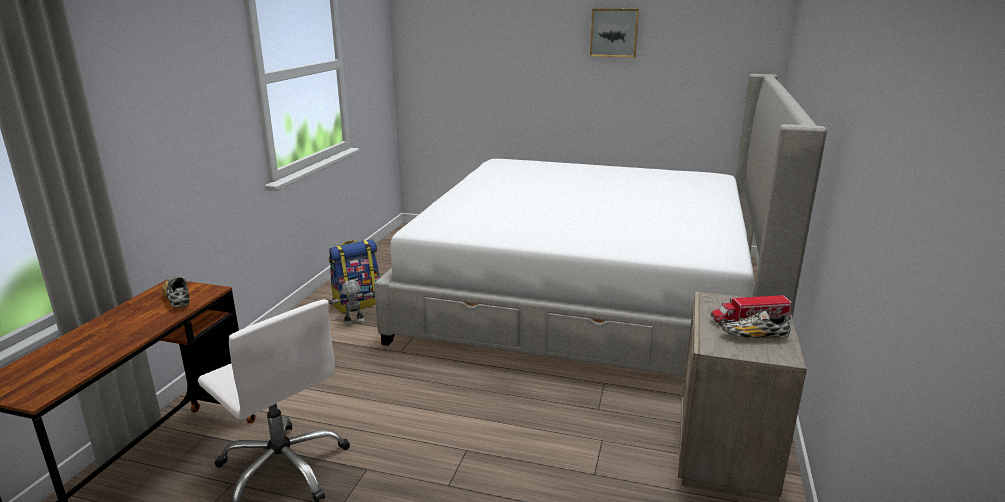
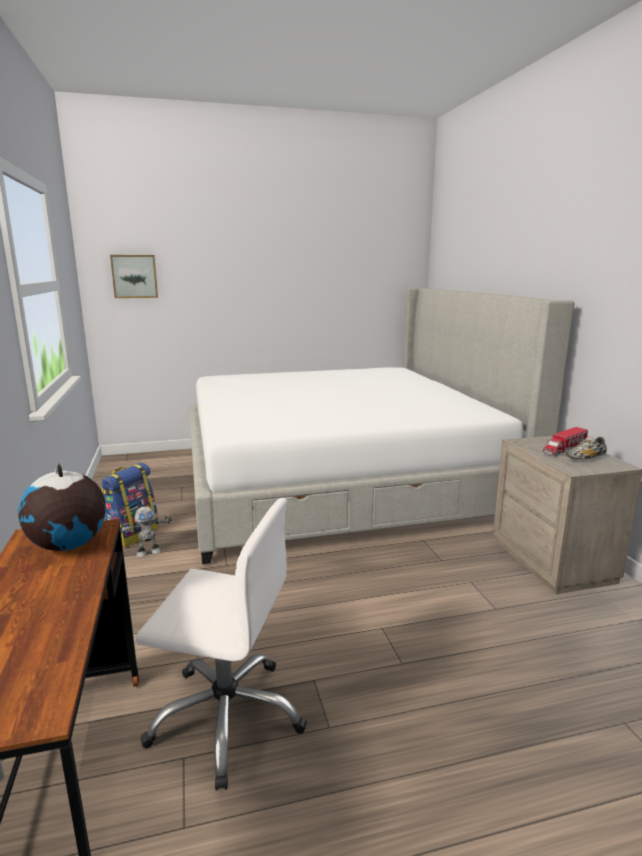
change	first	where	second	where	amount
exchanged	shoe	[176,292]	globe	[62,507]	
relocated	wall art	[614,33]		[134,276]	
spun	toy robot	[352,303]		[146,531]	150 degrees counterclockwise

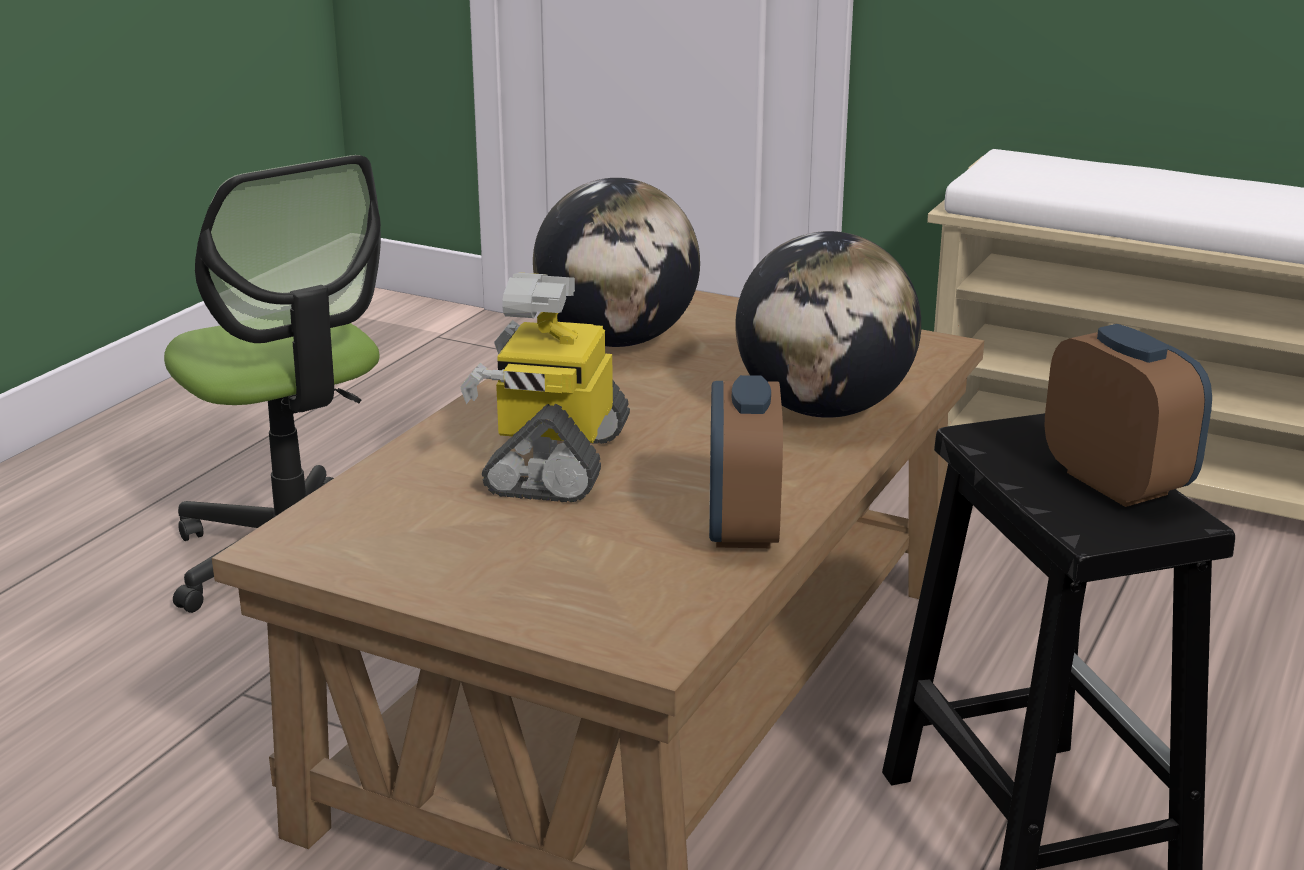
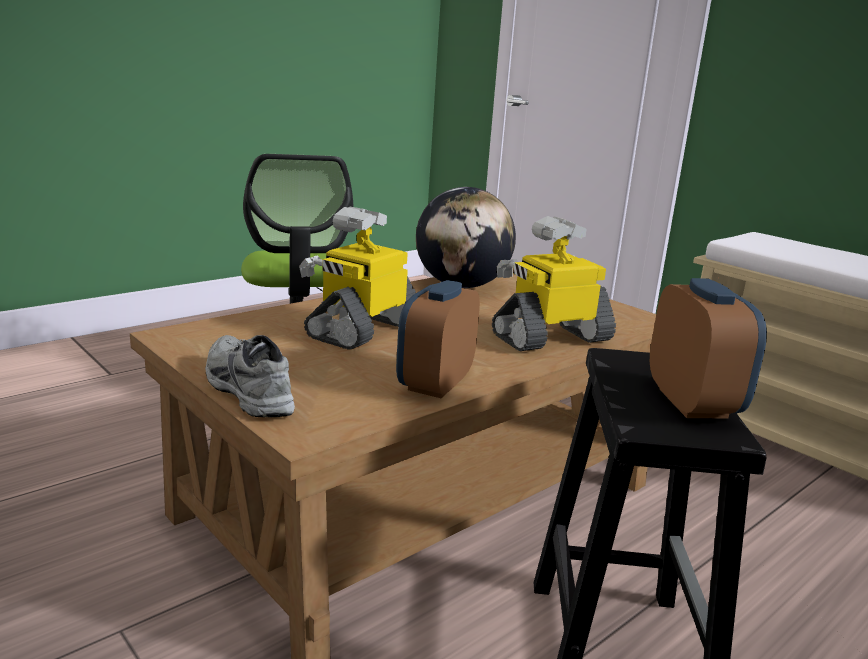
change	first	where	second	where	amount
appeared			shoe (gray)	[250,376]	
exchanged	globe	[828,324]	toy robot	[554,283]	

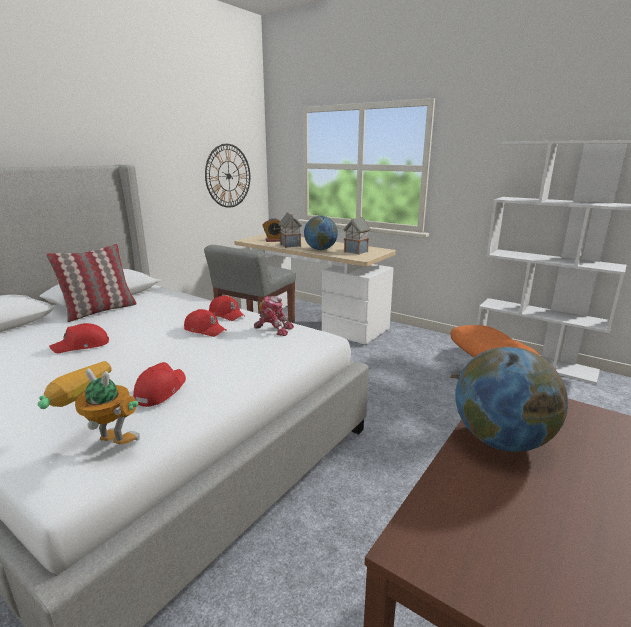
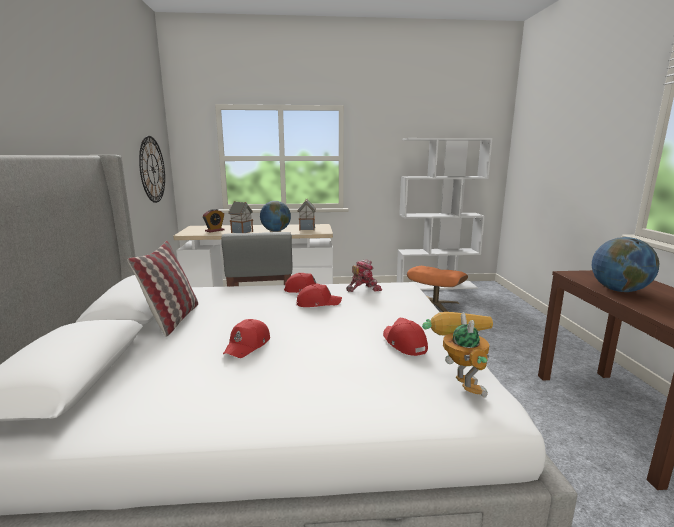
change	first	where	second	where	amount
spun	toy robot	[89,403]		[457,355]	105 degrees clockwise

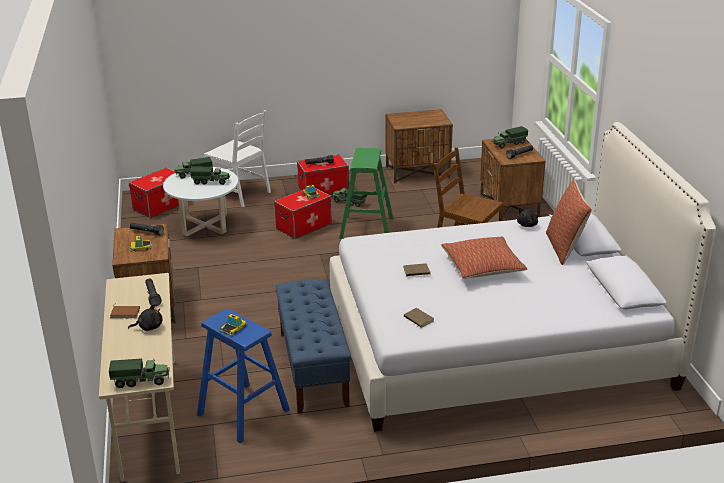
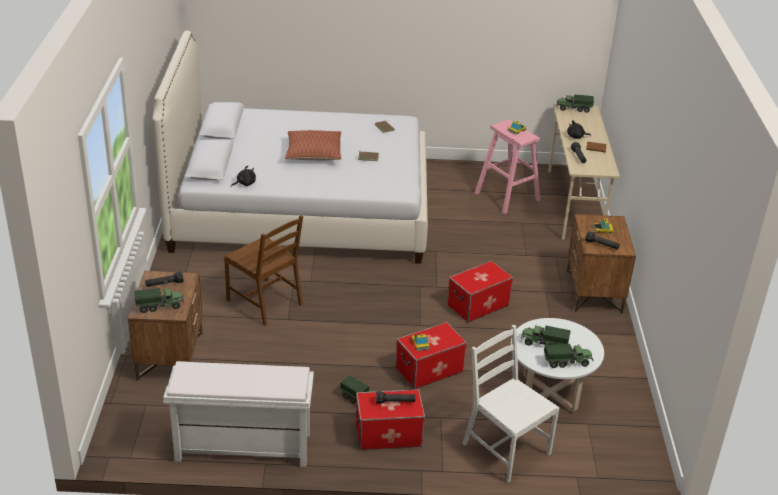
change	first	where	second	where	amount
exchanged	night table (brown)	[419,146]	long seat (whitish)	[238,414]	
relocated	storage bin	[153,193]		[480,291]	
colour	sitting stool (bluish)	[243,376]	sitting stool (pink)	[508,167]	
missing	long seat (bluish)	[313,346]			
missing	sitting stool (greenish)	[366,193]			
missing	pillow	[569,222]			

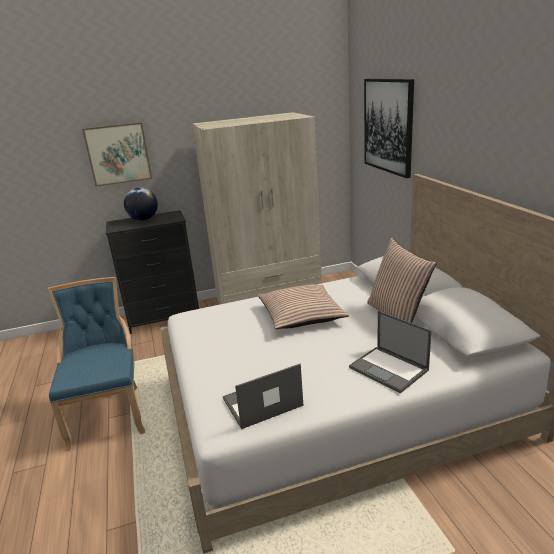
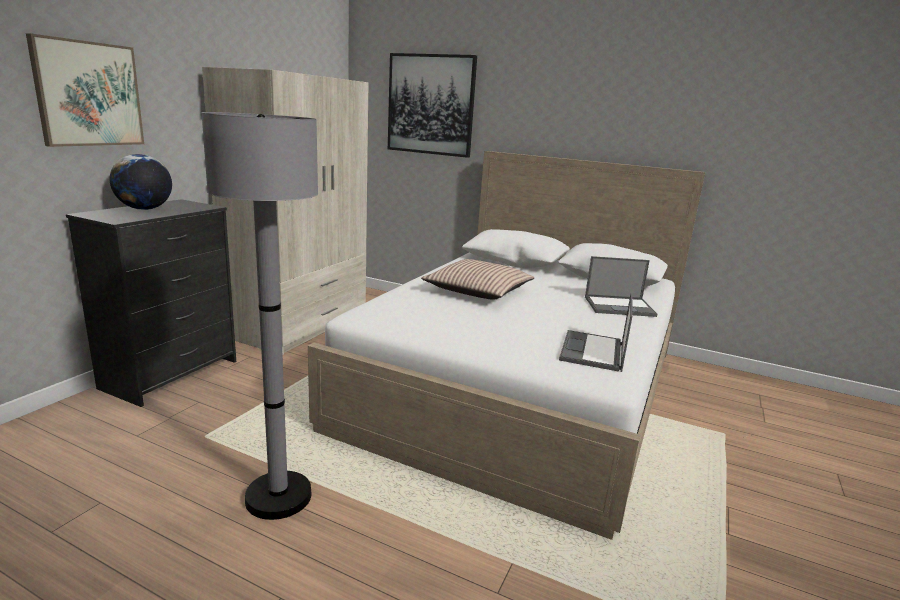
change	first	where	second	where	amount
exchanged	upright chair (bluish)	[96,364]	standing lamp (gray)	[259,316]	
missing	pillow	[402,280]			

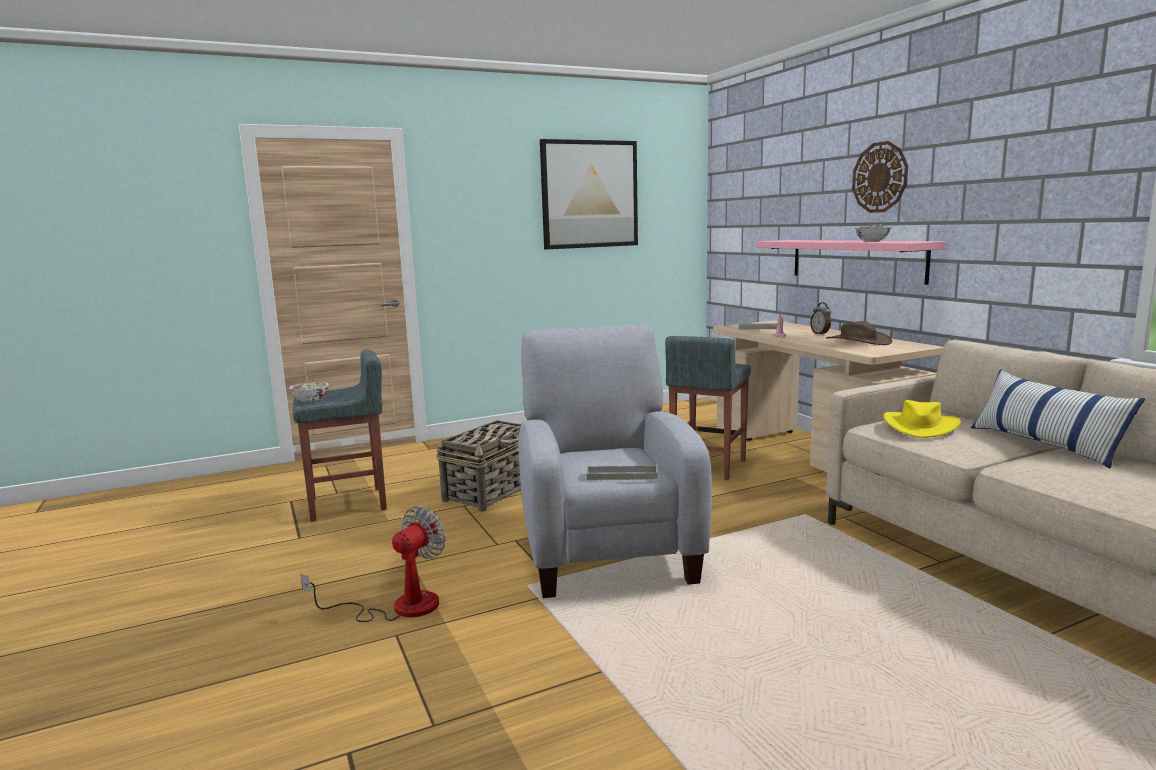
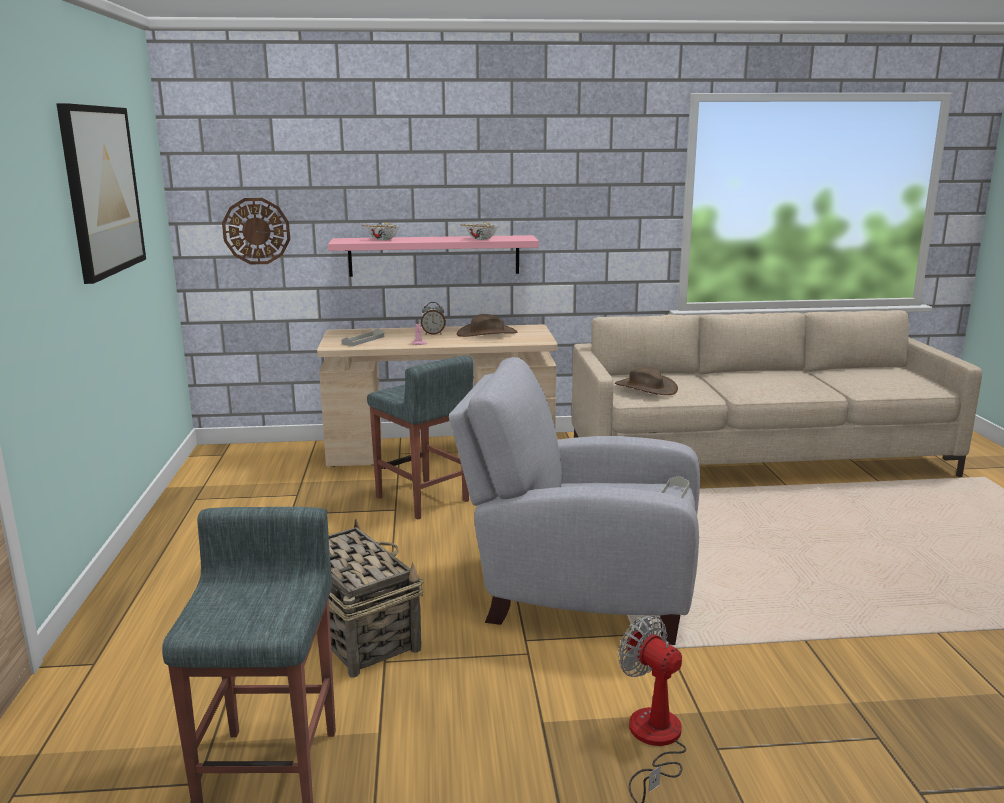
change	first	where	second	where	amount
relocated	hanging clock	[880,177]		[256,231]	
relocated	bowl	[309,391]		[380,231]	
colour	hat (yellow)	[922,419]	hat (brown)	[646,380]	
missing	pillow	[1058,419]			

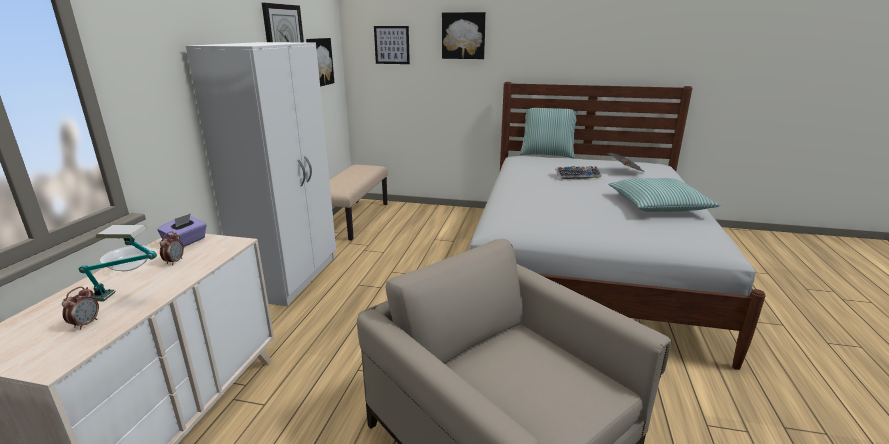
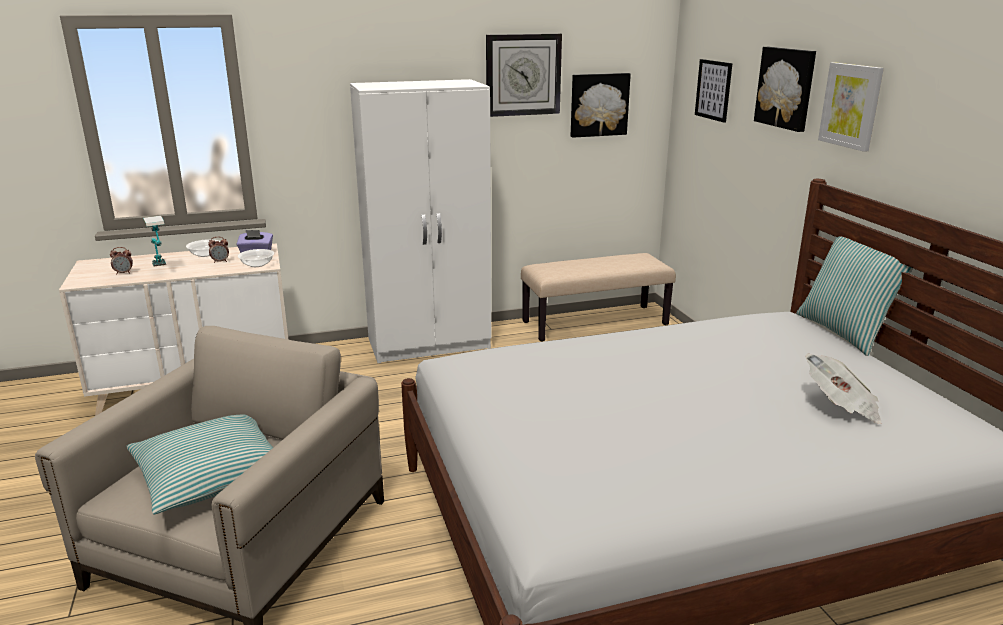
change	first	where	second	where	amount
relocated	pillow	[664,195]		[199,464]	
appeared			bowl	[256,258]	
appeared			wall art	[851,107]	
missing	PC keyboard	[578,173]			

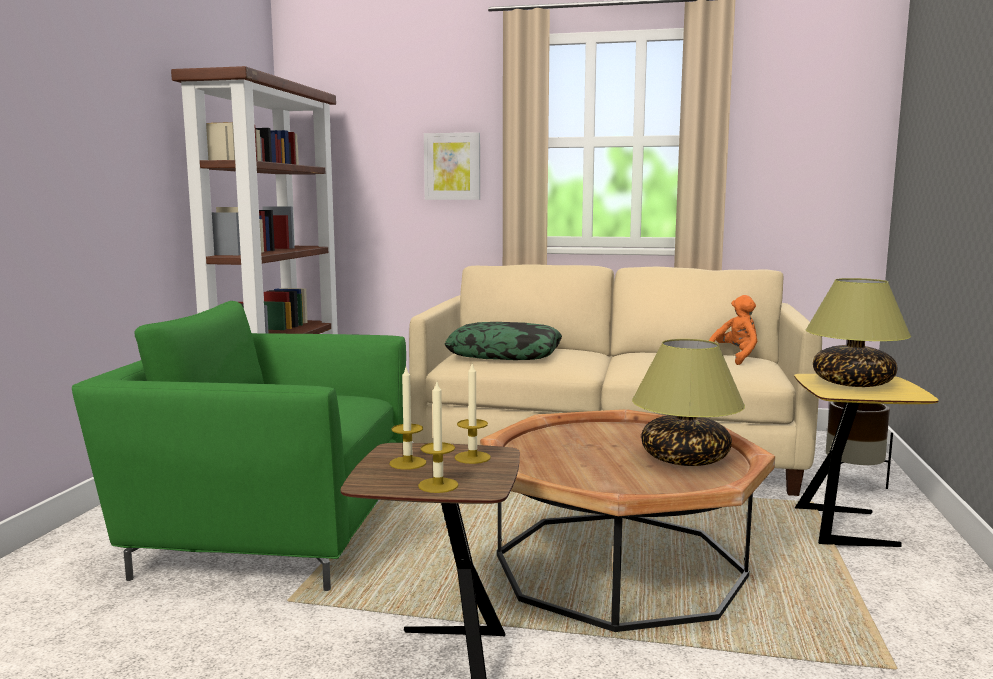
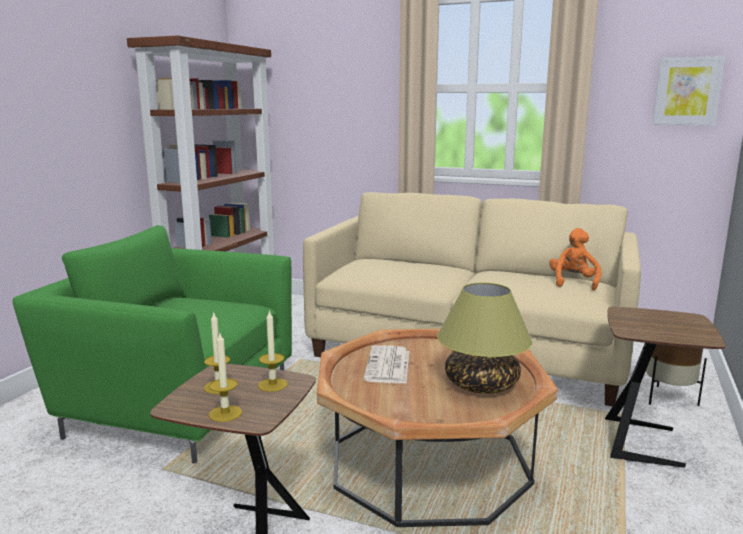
change	first	where	second	where	amount
appeared			newspaper	[386,364]	
spun	soft toy (orangey)	[733,330]		[575,259]	45 degrees counterclockwise
colour	accent table (yellow)	[866,460]	accent table (brown)	[665,387]	
relocated	wall art	[452,166]		[689,90]	
missing	pillow	[503,341]			
missing	lamp for a table	[858,332]			

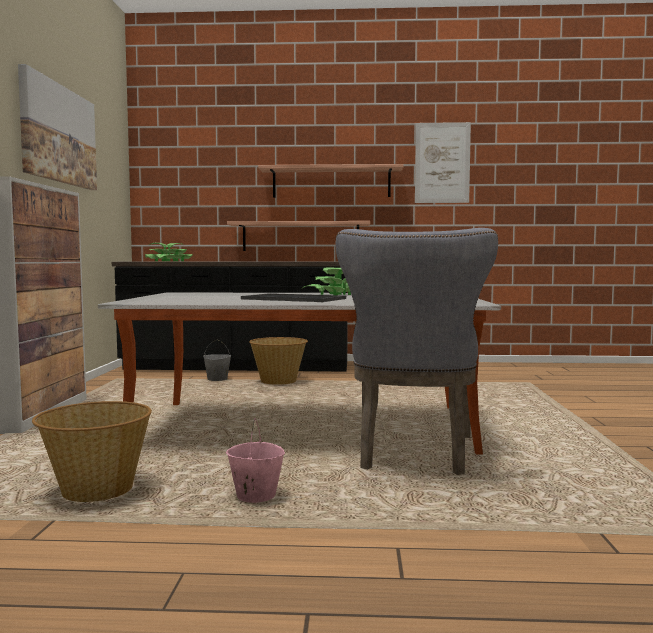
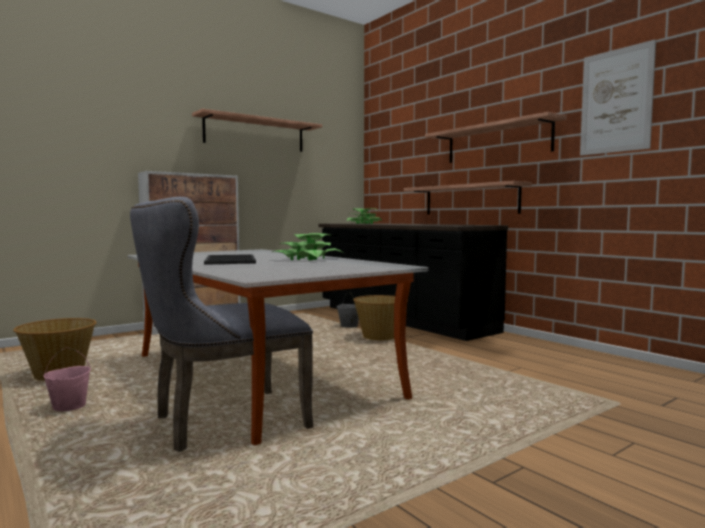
change	first	where	second	where	amount
exchanged	wall art	[57,127]	shelf	[257,130]	

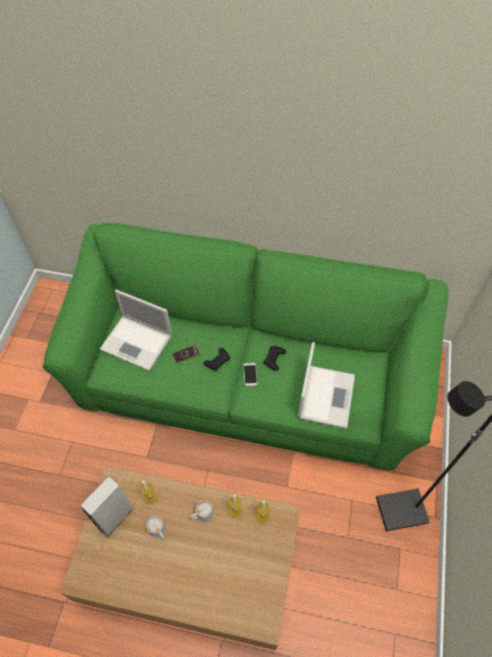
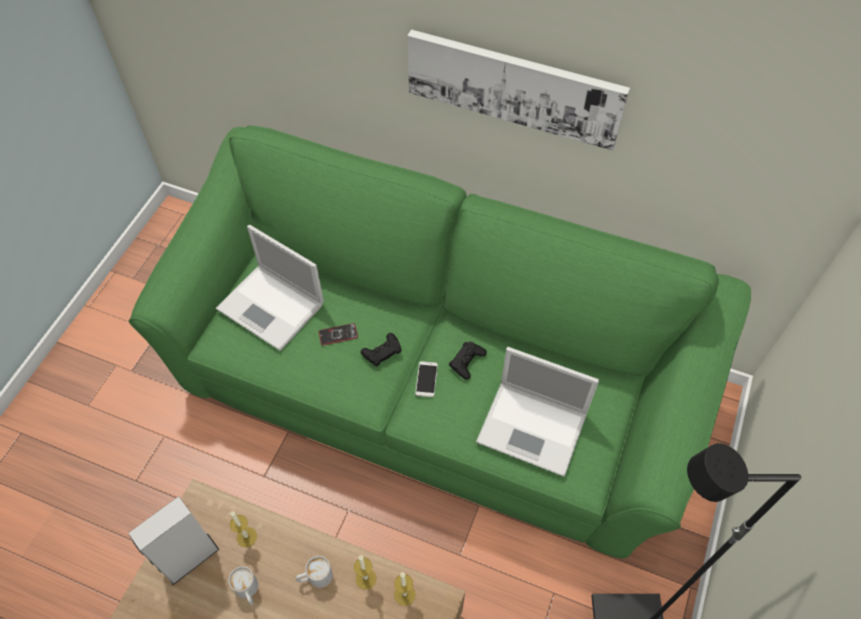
change	first	where	second	where	amount
appeared			wall art	[518,90]	
spun	laptop	[326,385]		[537,412]	90 degrees clockwise

